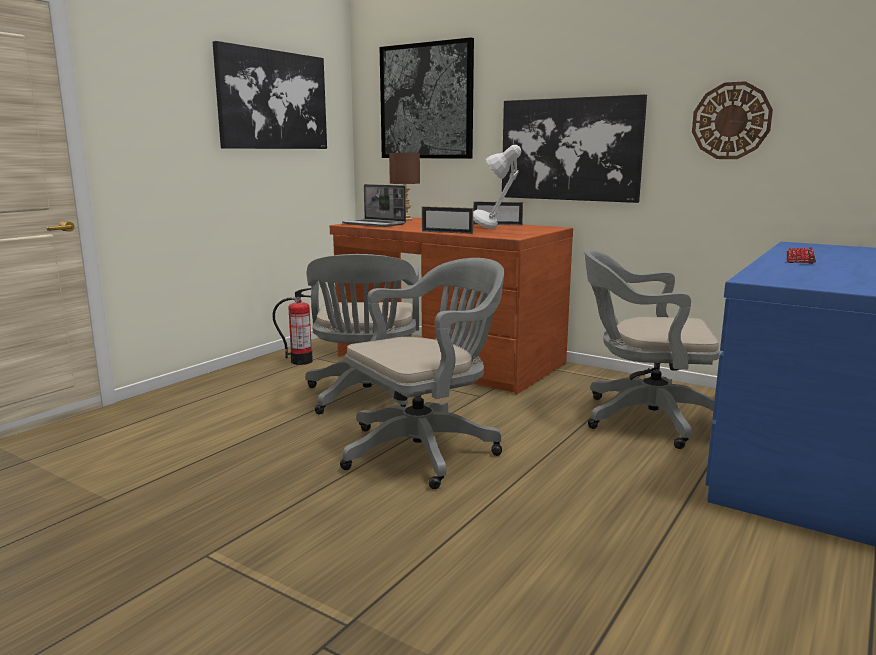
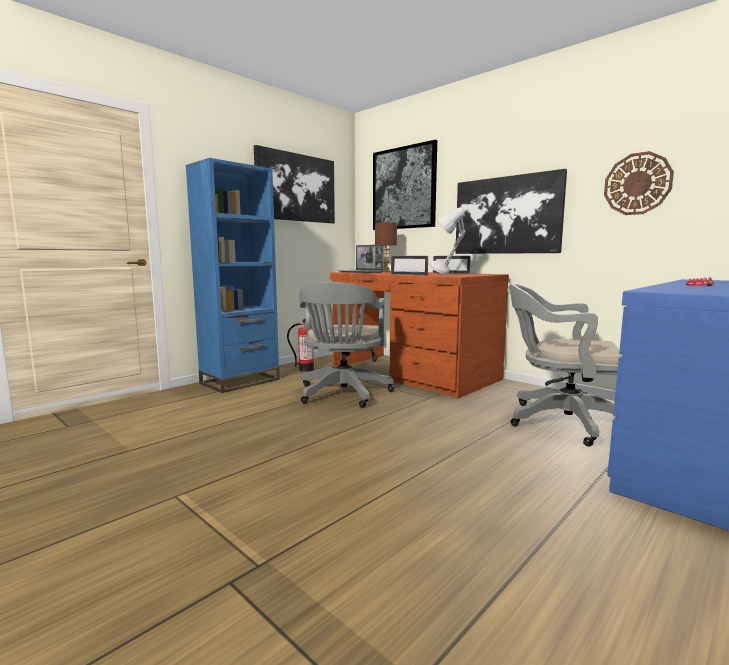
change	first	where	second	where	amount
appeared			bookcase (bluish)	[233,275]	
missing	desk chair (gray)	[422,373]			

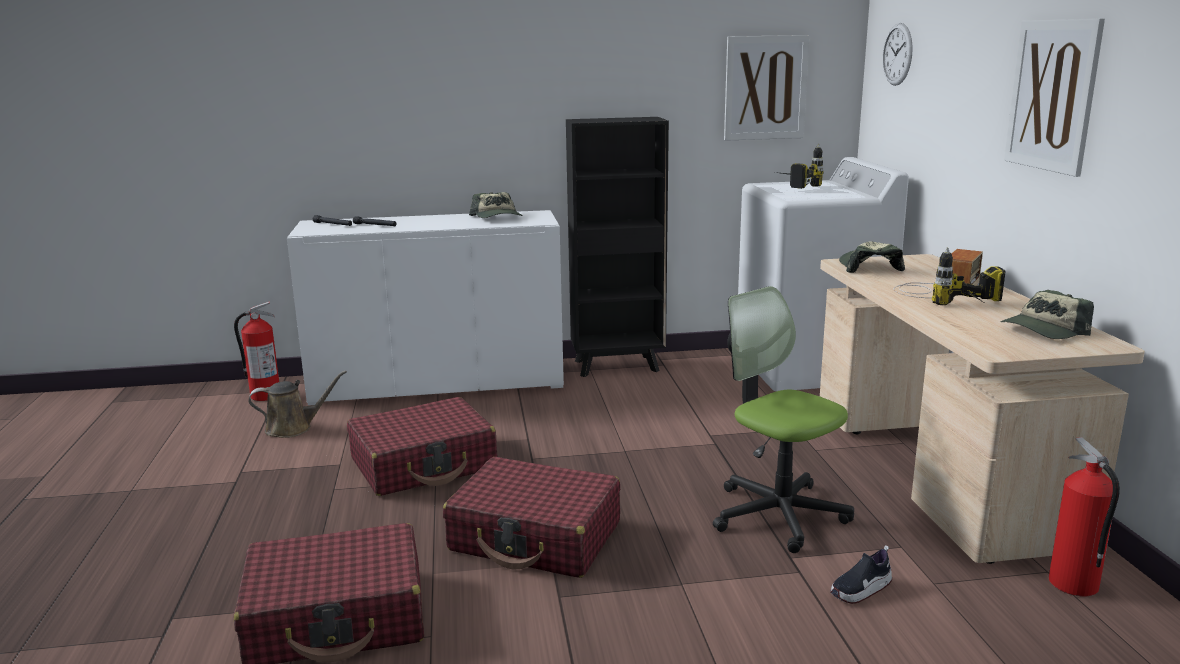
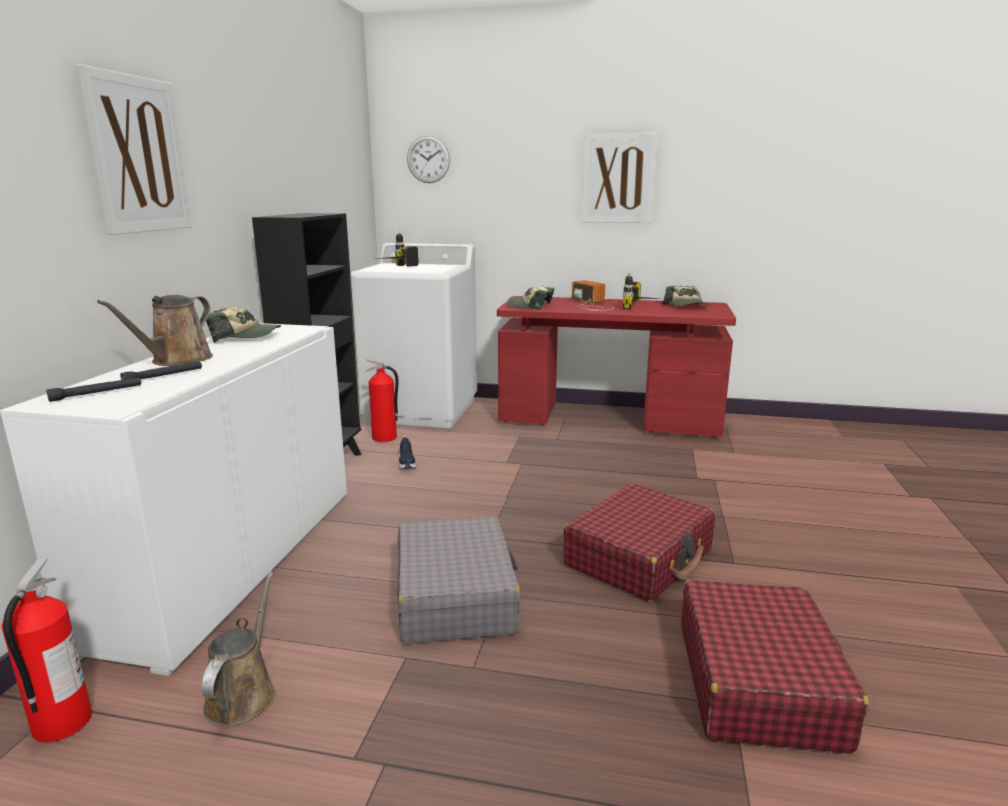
change	first	where	second	where	amount
relocated	wall art	[766,88]		[133,149]	
appeared			watering can (brown)	[155,330]	
relocated	fire extinguisher	[1084,517]		[381,400]	
colour	suitcase (reddish)	[422,446]	suitcase (gray)	[458,580]	
relocated	shoe	[861,575]		[407,452]	
colour	desk (beige-coloured)	[982,409]	desk (reddish)	[616,366]	
missing	desk chair	[783,419]			

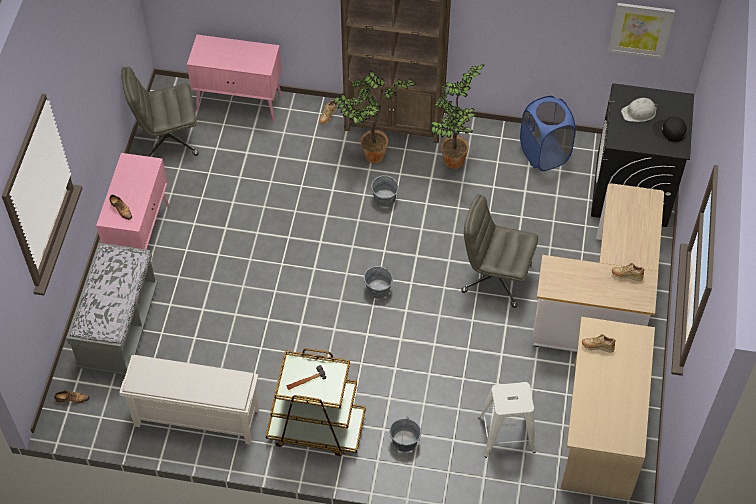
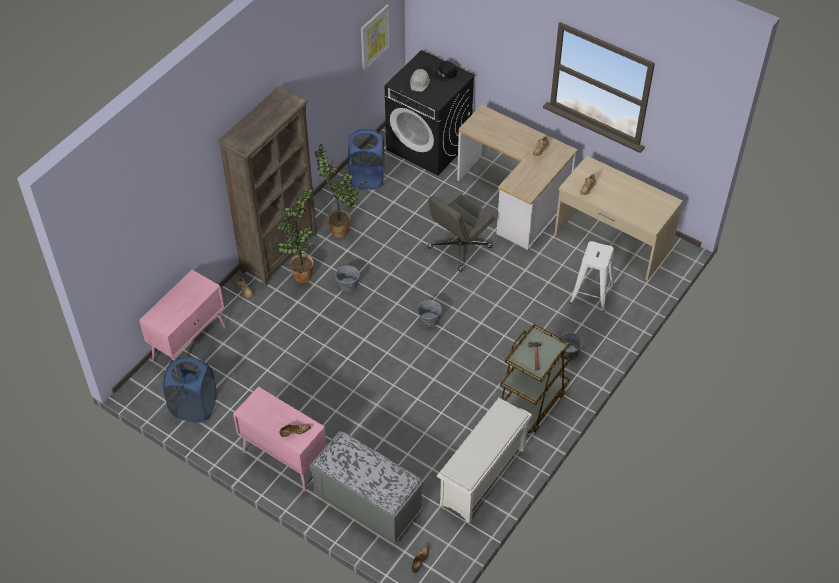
change	first	where	second	where	amount
exchanged	desk chair (gray)	[160,112]	washing basket (bluish)	[189,389]	

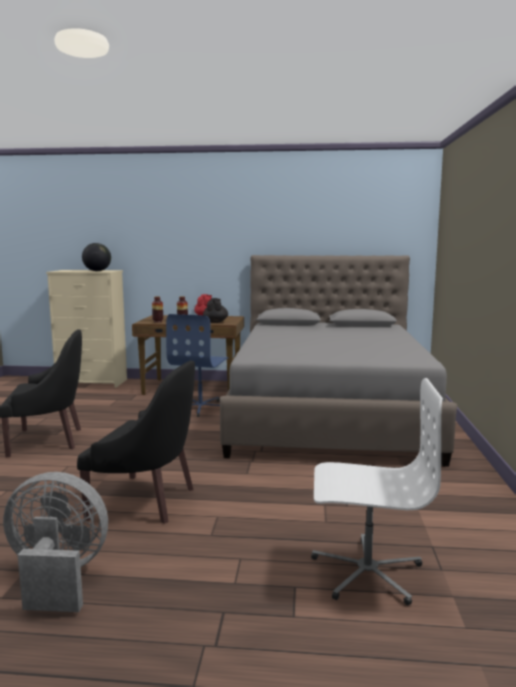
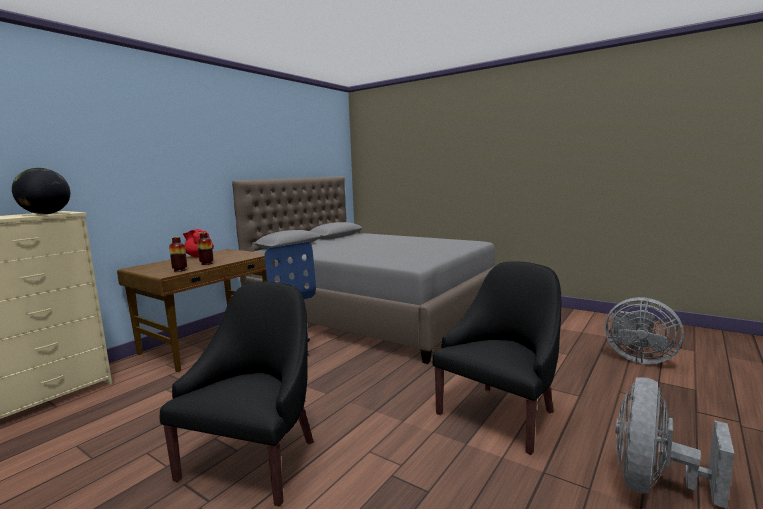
change	first	where	second	where	amount
exchanged	desk chair (whitish)	[377,492]	cooling fan (gray)	[644,330]	
missing	teapot (black)	[215,310]			

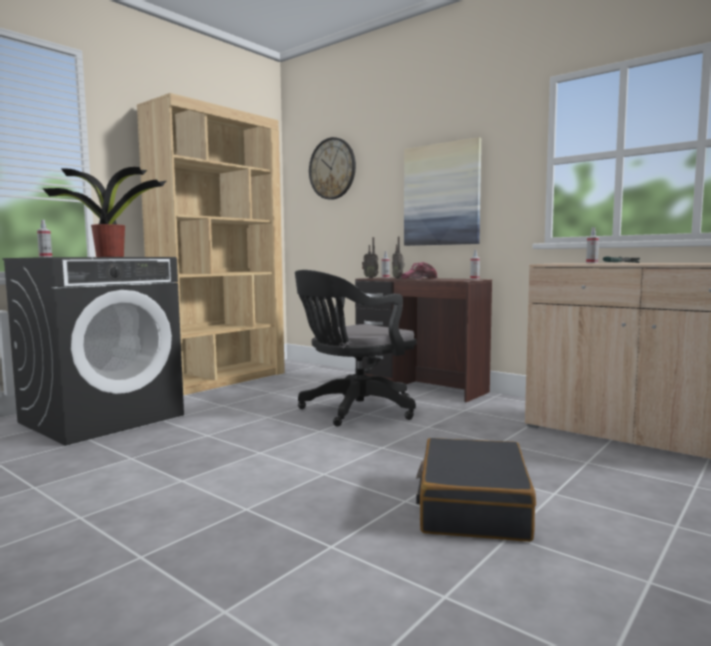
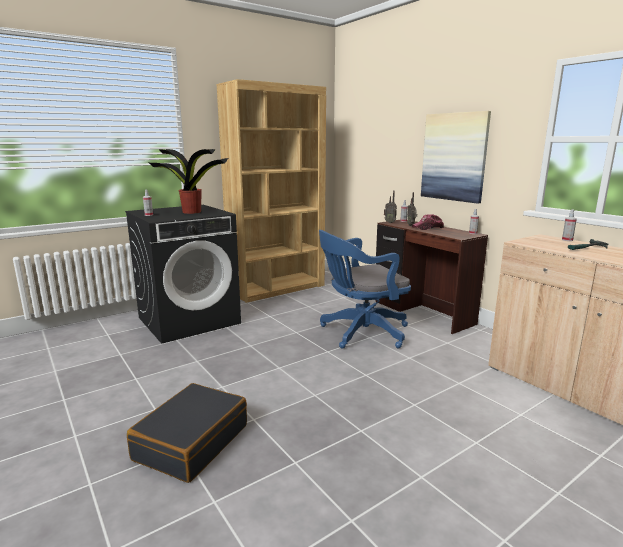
change	first	where	second	where	amount
relocated	suitcase (black)	[476,490]		[187,433]	
colour	desk chair (black)	[356,348]	desk chair (bluish)	[365,289]	
missing	hanging clock	[332,168]			

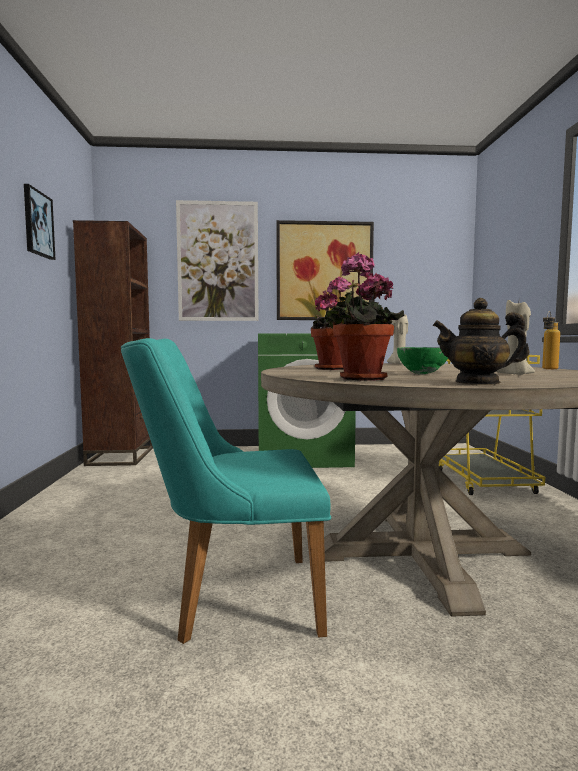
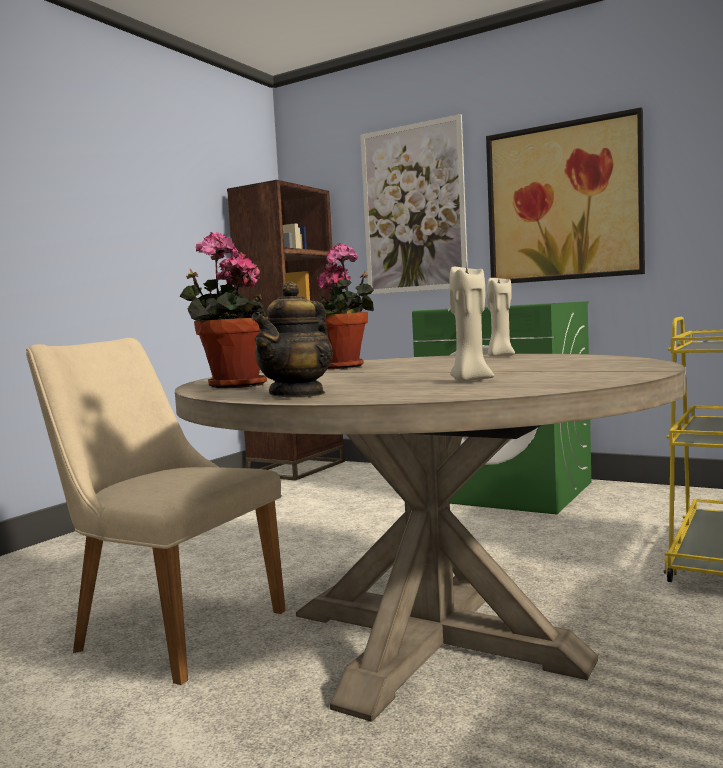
change	first	where	second	where	amount
colour	upright chair (turquoise-coloured)	[226,491]	upright chair (beige-coloured)	[156,511]	
spun	teapot	[481,341]		[292,339]	105 degrees counterclockwise
missing	wall art	[40,222]			
missing	bowl (greenish)	[423,361]			
missing	beverage bottle	[551,340]			

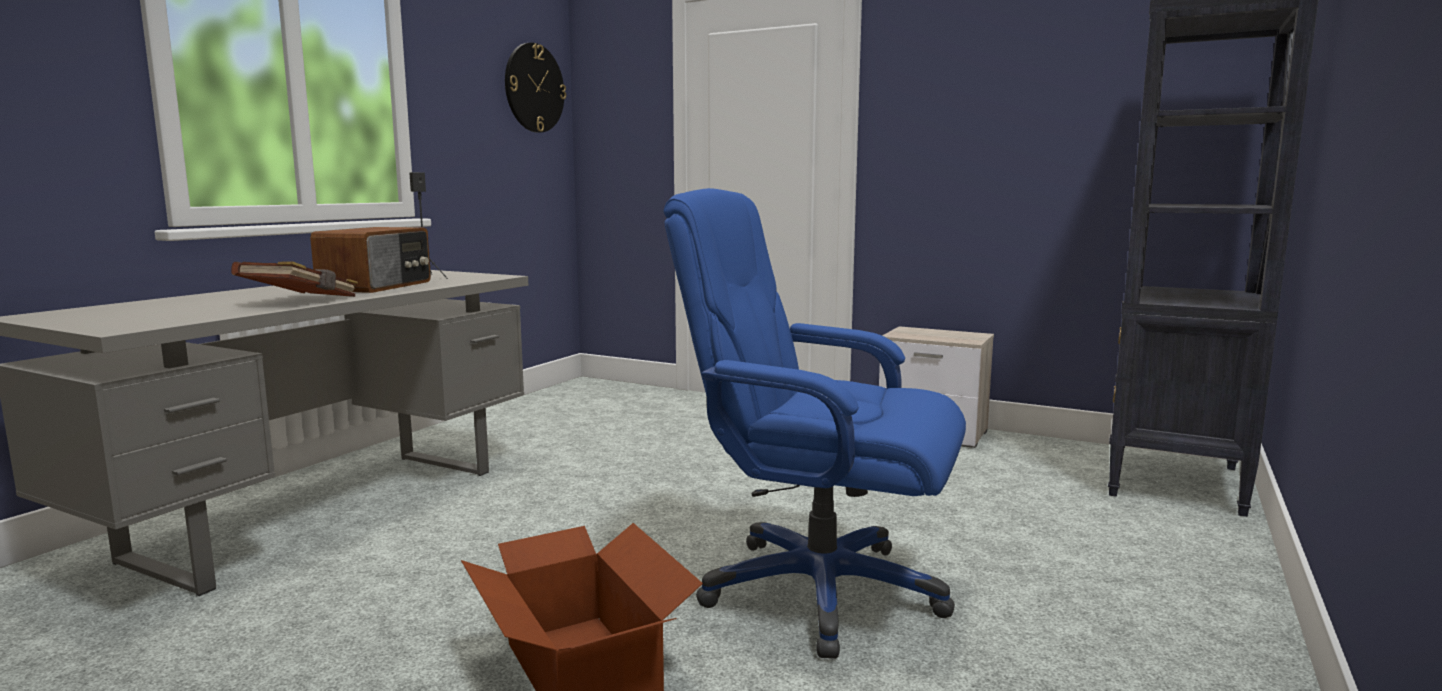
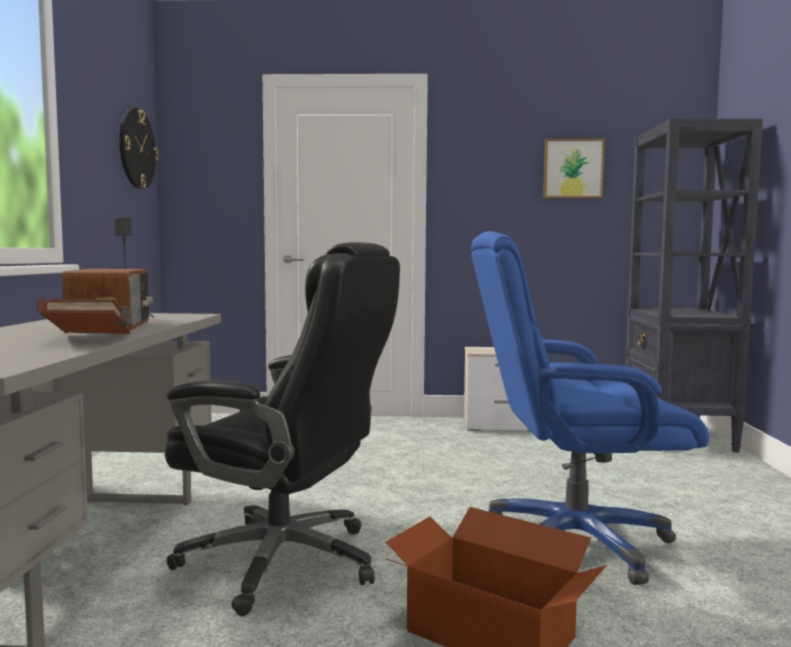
change	first	where	second	where	amount
appeared			desk chair (black)	[282,429]	
appeared			wall art	[574,168]	

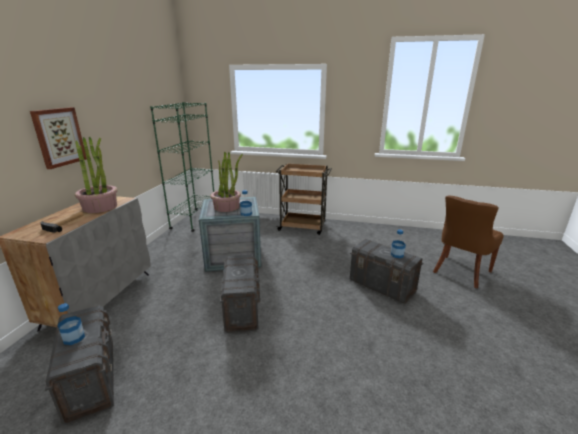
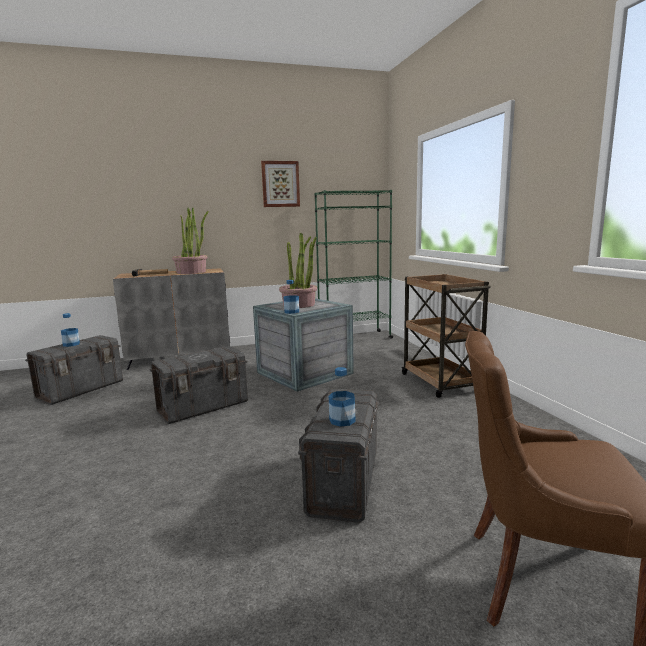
change	first	where	second	where	amount
relocated	wall art	[58,138]		[280,184]	

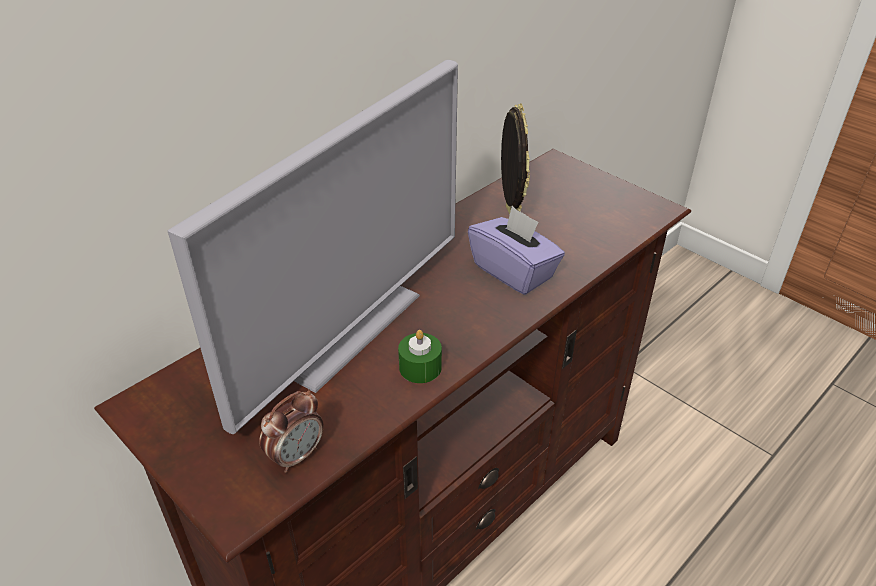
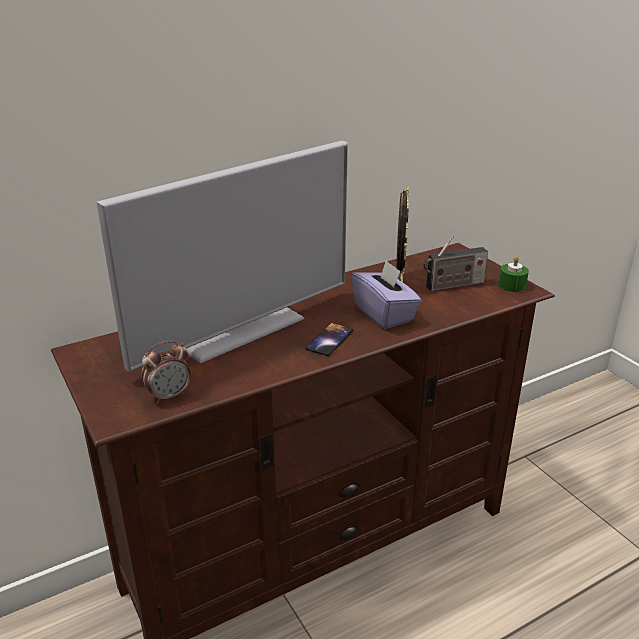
change	first	where	second	where	amount
appeared			telephone	[329,339]	
appeared			radio	[456,263]	
relocated	candle (greenish)	[420,356]		[513,274]	

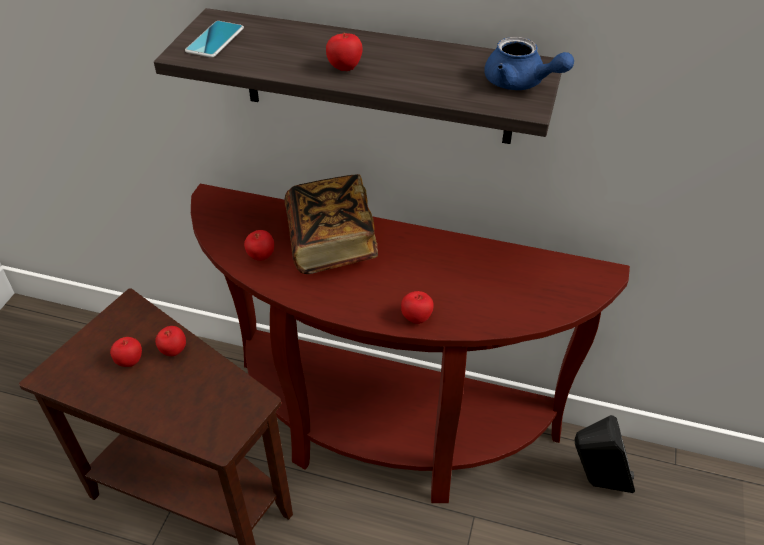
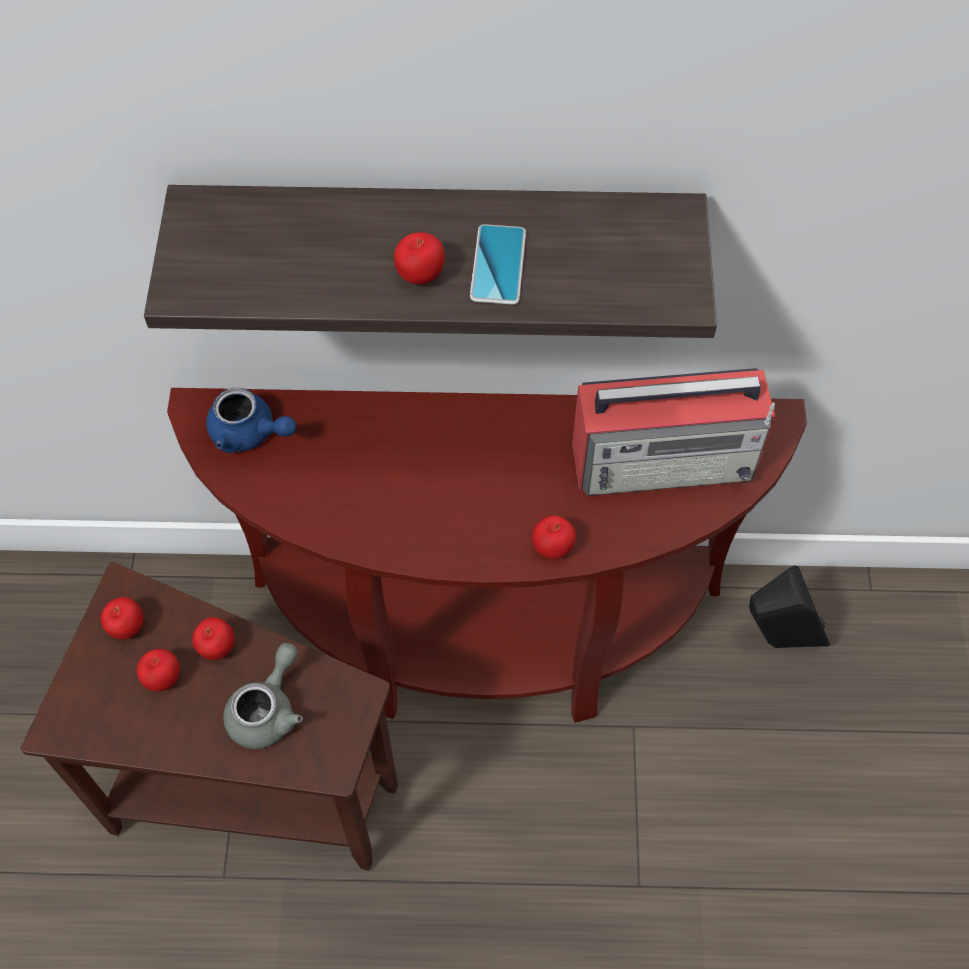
change	first	where	second	where	amount
relocated	apple fruit	[259,245]		[122,618]	
relocated	teapot (bluish)	[529,63]		[251,420]	
appeared			teapot (gray)	[263,696]	
relocated	telephone	[214,39]		[498,264]	
appeared			radio	[673,432]	
missing	bound book	[331,224]			

